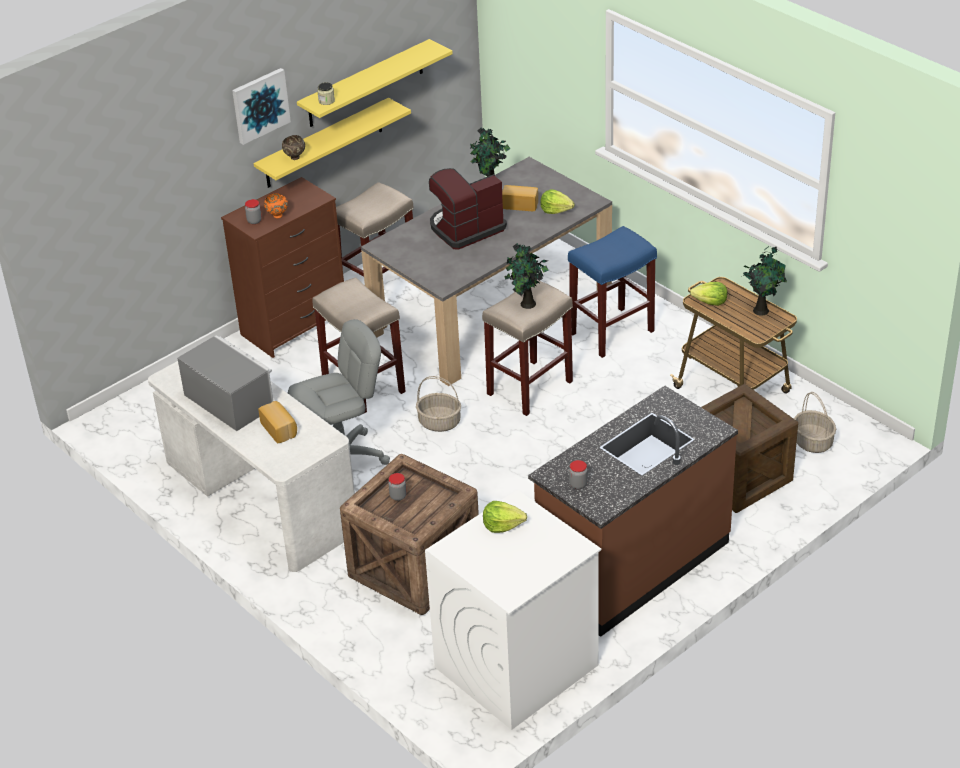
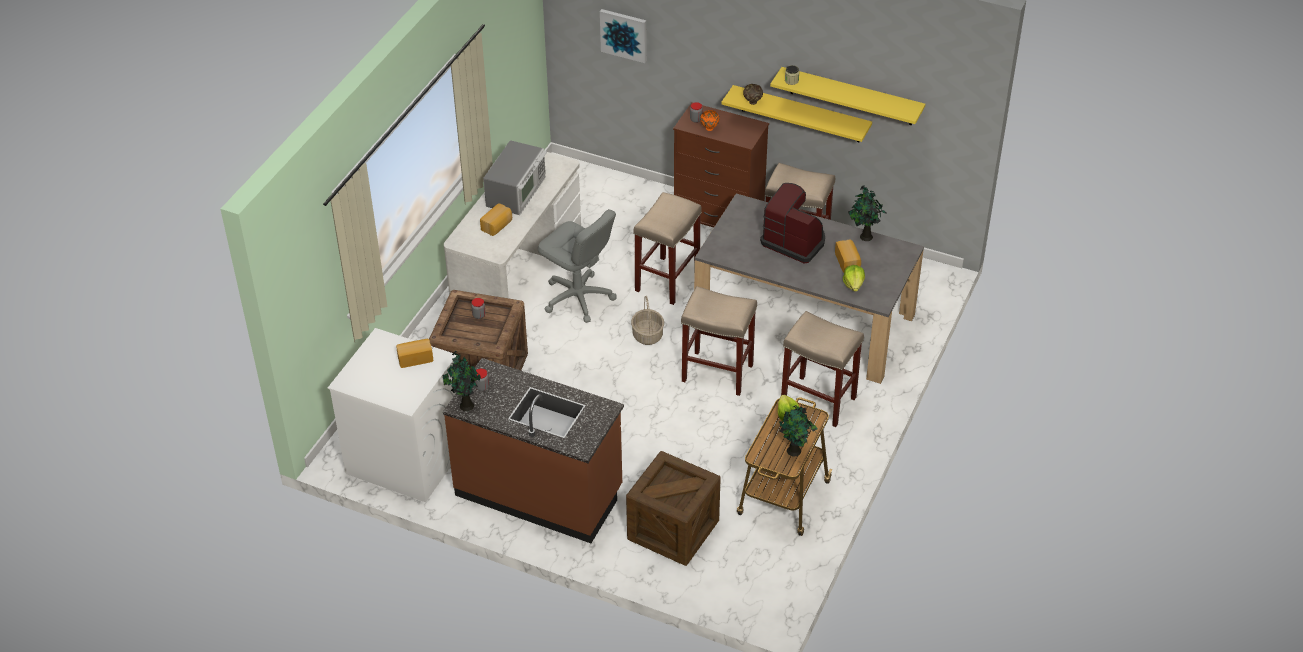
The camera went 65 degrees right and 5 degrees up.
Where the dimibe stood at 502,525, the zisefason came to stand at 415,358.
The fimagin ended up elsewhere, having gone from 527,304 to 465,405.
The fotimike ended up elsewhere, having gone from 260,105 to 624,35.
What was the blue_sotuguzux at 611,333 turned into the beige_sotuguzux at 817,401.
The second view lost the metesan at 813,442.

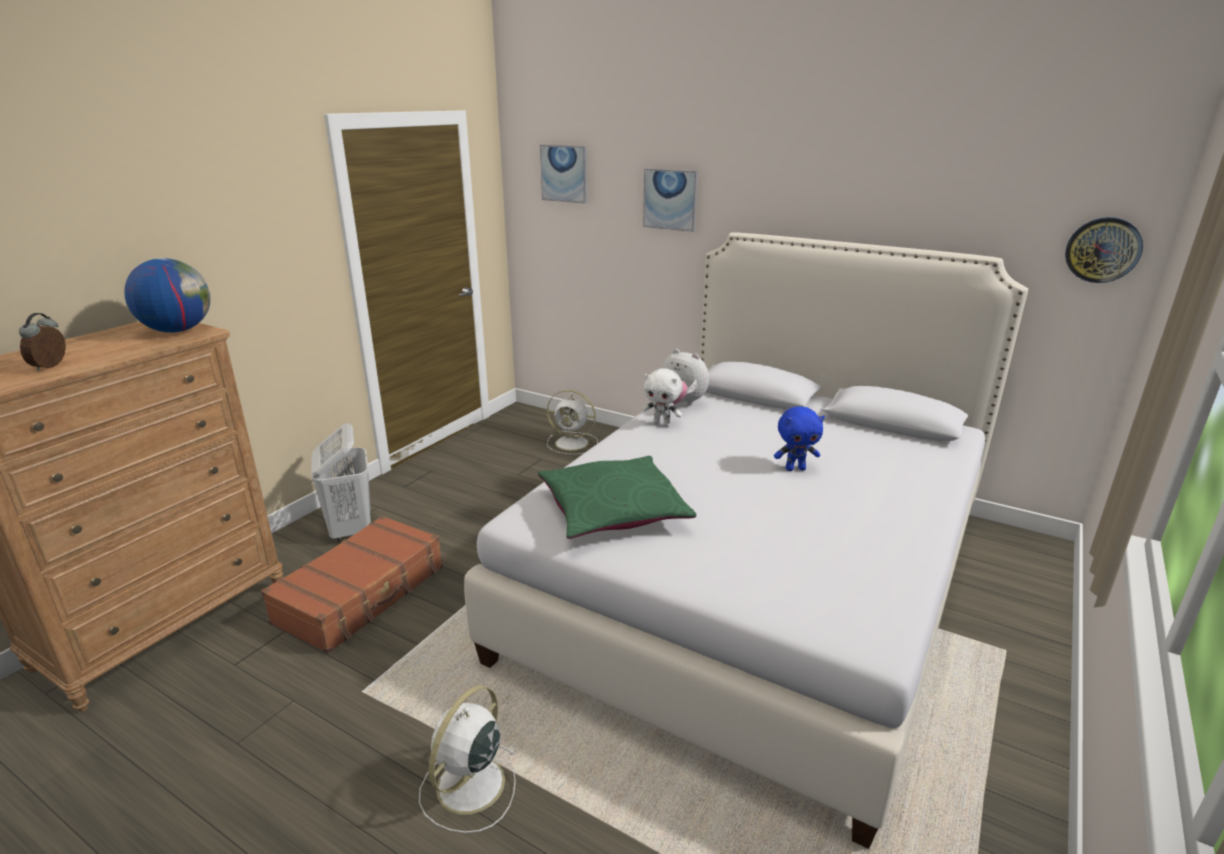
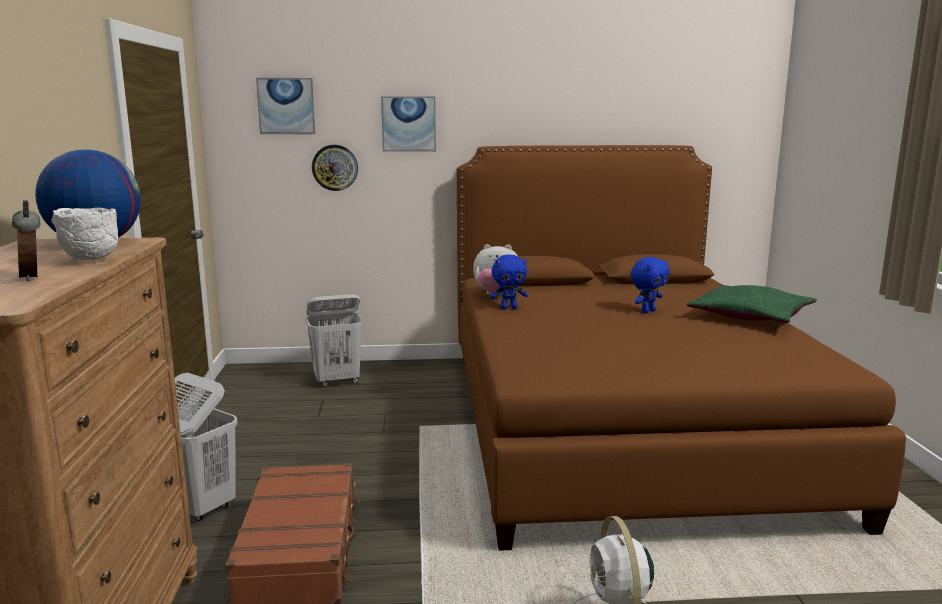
The camera went 35 degrees left and 10 degrees down.
The second view gained the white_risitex at 90,260.
Where the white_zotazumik stood at 573,443, the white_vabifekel came to stand at 337,381.
The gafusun ended up elsewhere, having gone from 1103,250 to 335,167.
What was the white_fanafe at 755,581 turned into the brown_fanafe at 619,427.
What was the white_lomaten at 662,424 turned into the blue_lomaten at 509,308.
The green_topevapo ended up elsewhere, having gone from 613,510 to 751,316.

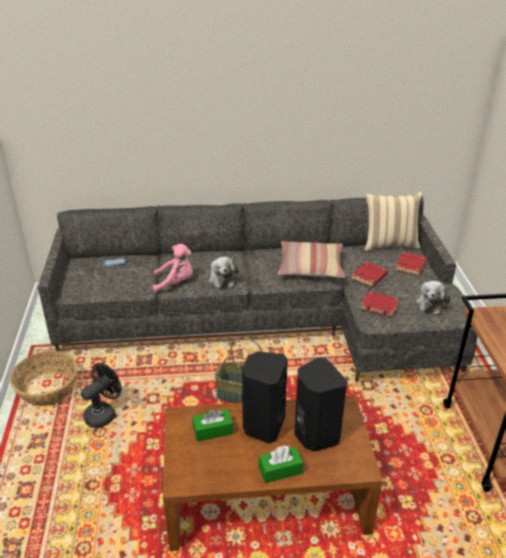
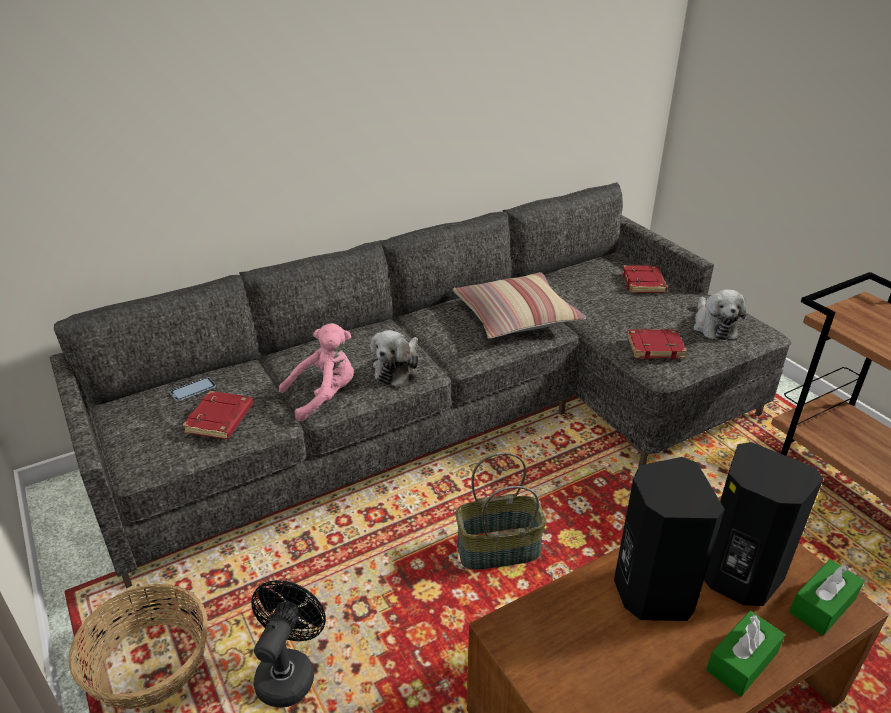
The camera went 25 degrees left and 0 degrees up.
The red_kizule ended up elsewhere, having gone from 369,277 to 220,420.
The lomaten at 222,279 ended up facing another way, 60 degrees clockwise from before.
The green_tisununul ended up elsewhere, having gone from 213,430 to 822,605.
The second view lost the beige_topevapo at 389,244.

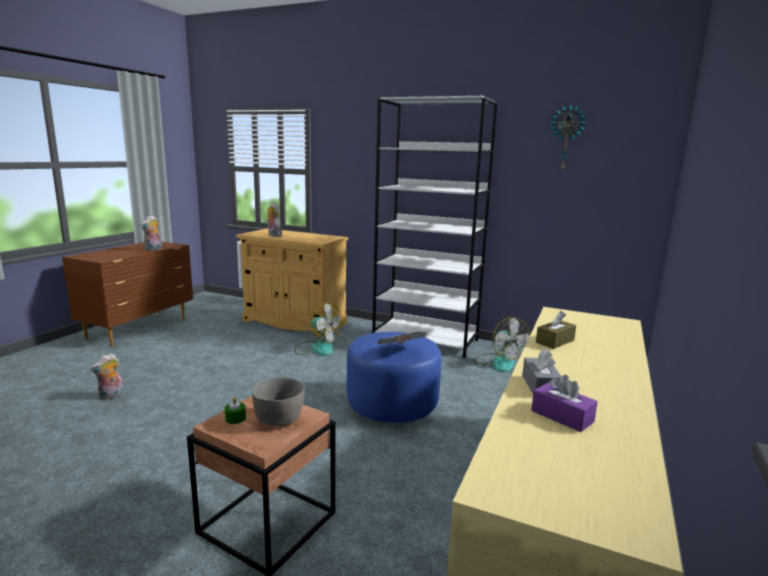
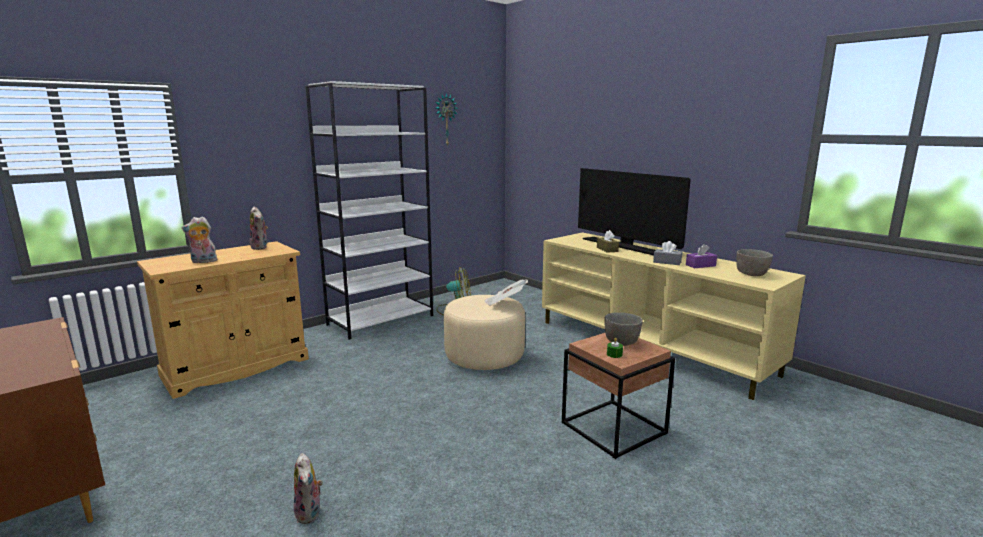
The camera went 65 degrees left and 0 degrees up.
The lomaten ended up elsewhere, having gone from 153,250 to 260,247.
What was the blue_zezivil at 392,404 turned into the beige_zezivil at 484,356.
The second view gained the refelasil at 627,247.
The second view gained the grey_risitex at 752,274.
The second view lost the zotazumik at 317,348.

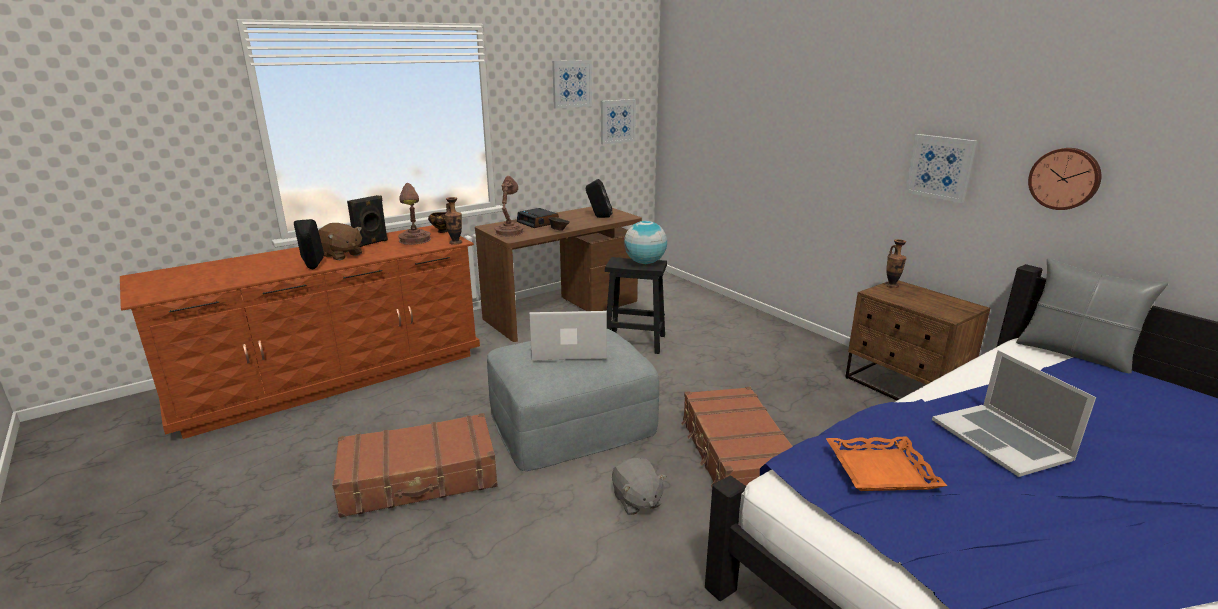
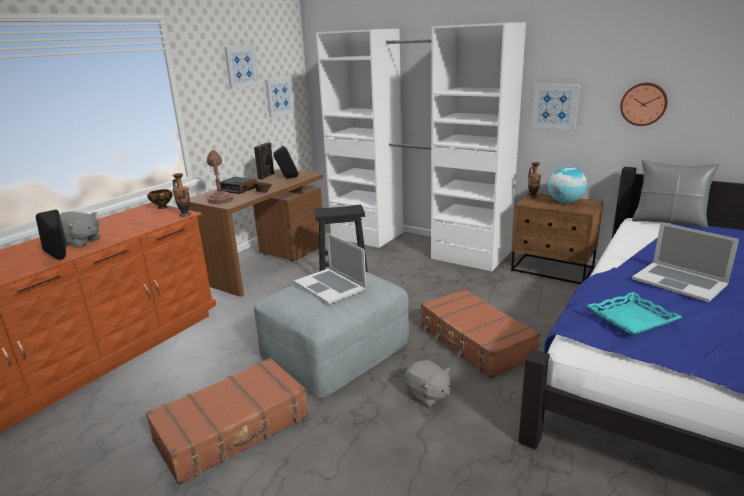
The camera went 20 degrees left and 0 degrees up.
What was the brown_lomaten at 342,255 turned into the grey_lomaten at 79,242.
The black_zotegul ended up elsewhere, having gone from 371,243 to 267,176.
The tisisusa at 569,348 ended up facing another way, 105 degrees counterclockwise from before.
The second view gained the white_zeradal at 417,244.
The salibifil ended up elsewhere, having gone from 645,262 to 565,202.
What was the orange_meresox at 881,471 turned into the turquoise_meresox at 632,318.
The second view lost the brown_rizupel at 415,240.

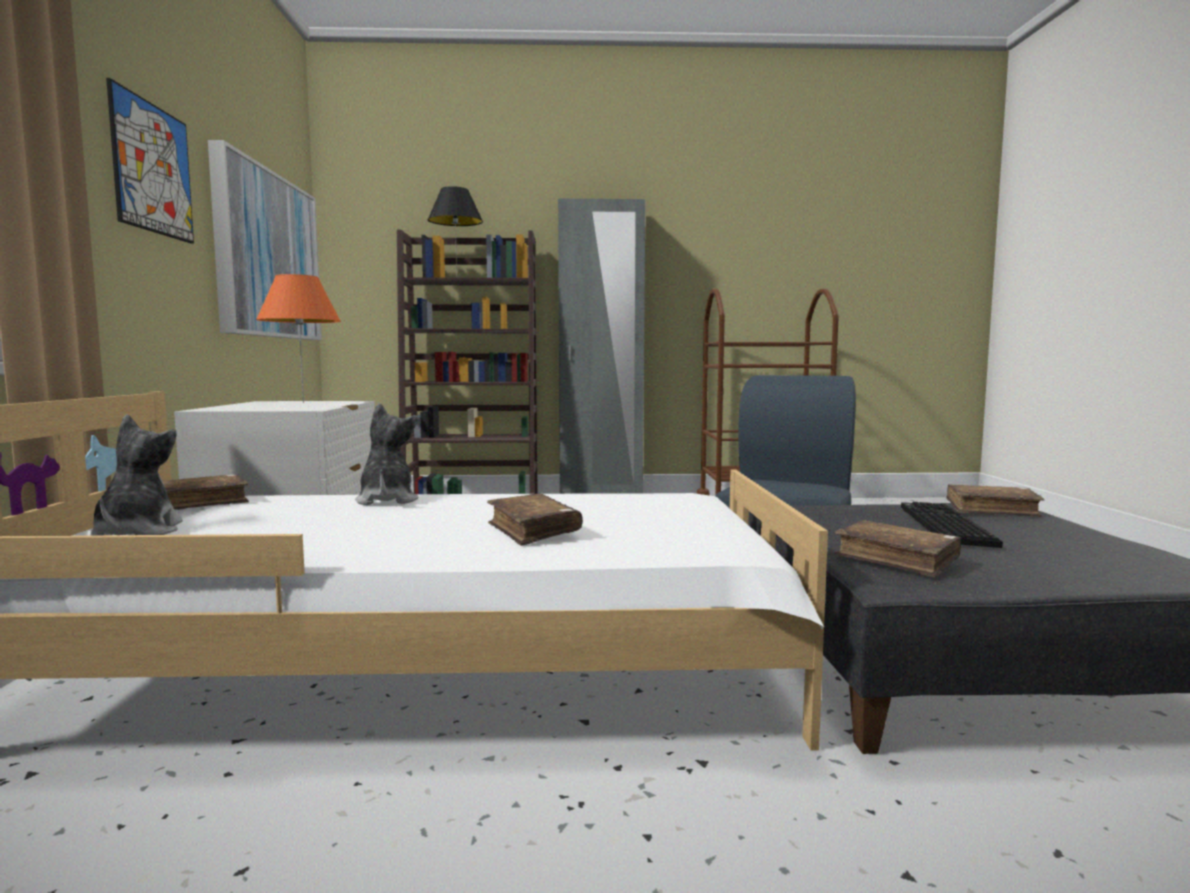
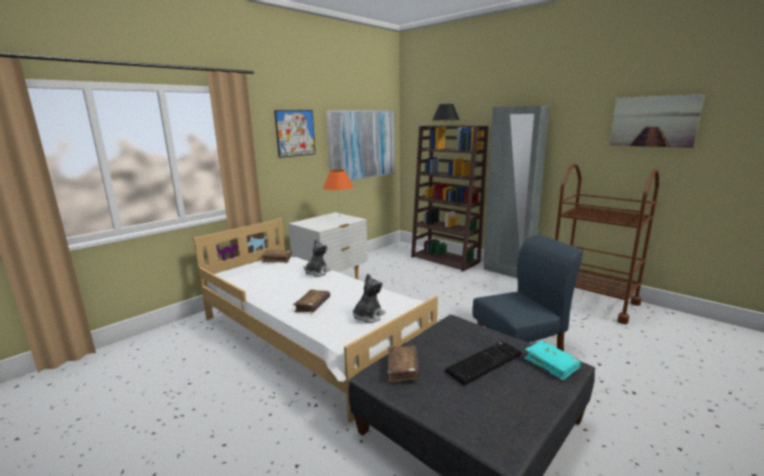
The camera went 45 degrees right and 10 degrees up.
The lomaten ended up elsewhere, having gone from 136,533 to 368,316.
What was the brown_kizule at 991,510 turned into the turquoise_kizule at 551,364.
The second view gained the fotimike at 653,121.

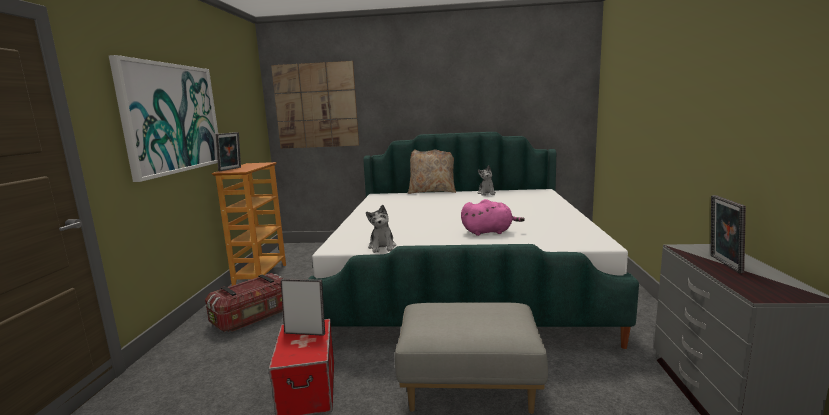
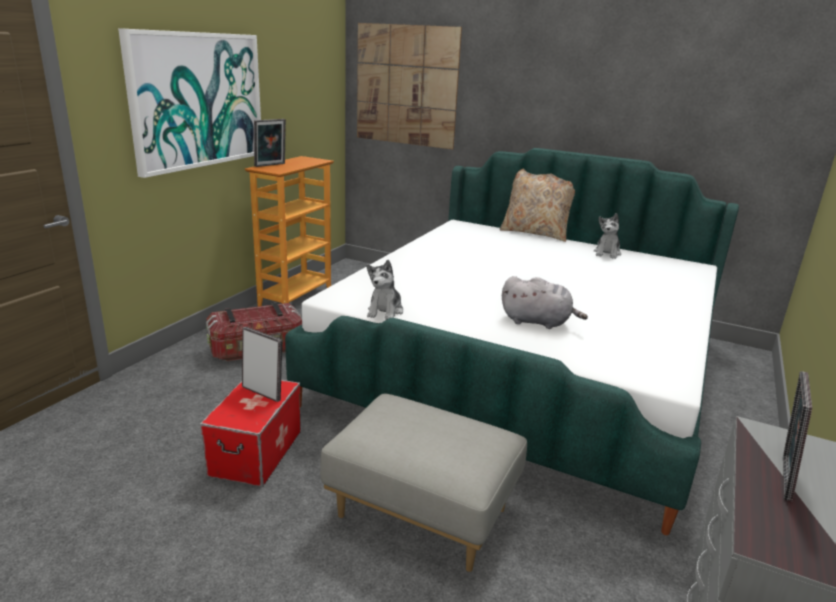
The camera went 20 degrees right and 10 degrees up.
What was the pink_lomaten at 489,232 turned into the grey_lomaten at 538,322.

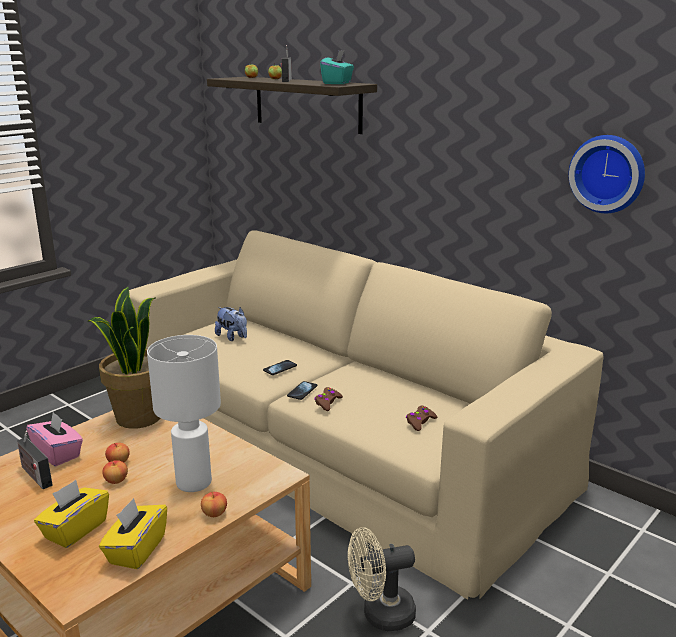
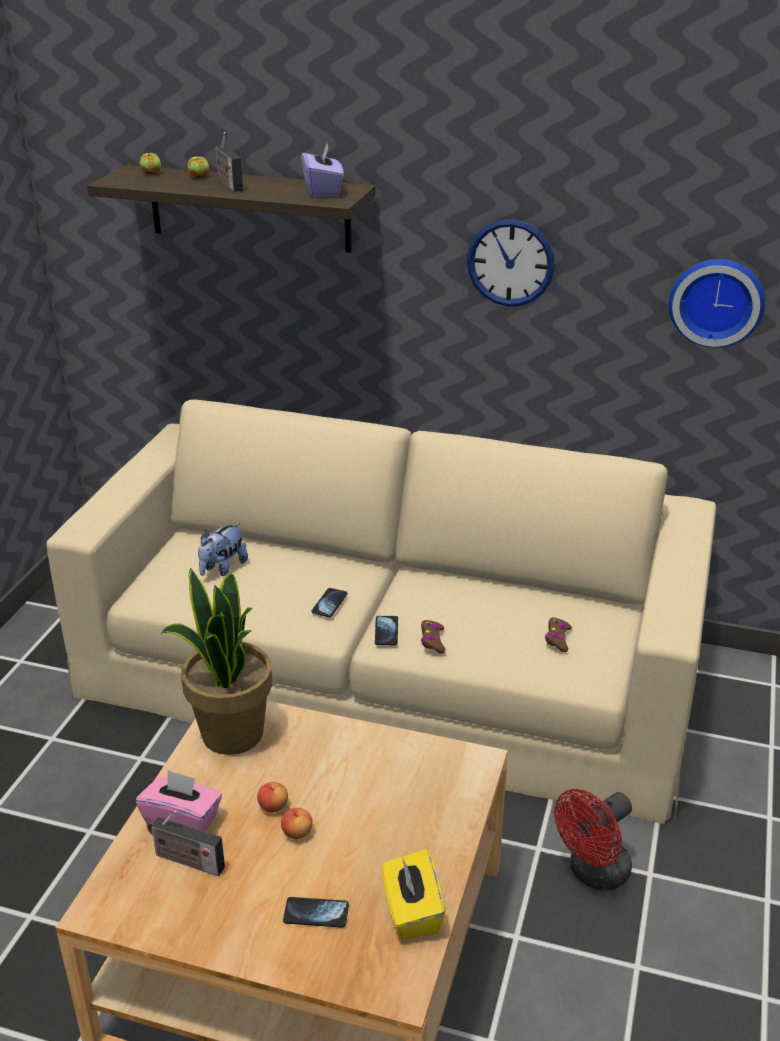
The camera went 25 degrees left and 10 degrees up.
The lomaten at 233,337 ended up facing another way, 105 degrees clockwise from before.
Where the yellow_tisununul stood at 75,530, the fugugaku came to stand at 316,913.
What was the turquoise_tisununul at 337,83 turned into the purple_tisununul at 323,190.
The second view gained the gafusun at 510,263.
What was the beige_zotazumik at 380,615 turned into the red_zotazumik at 593,874.
The second view lost the white_rizupel at 195,482.
The second view lost the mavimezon at 214,513.

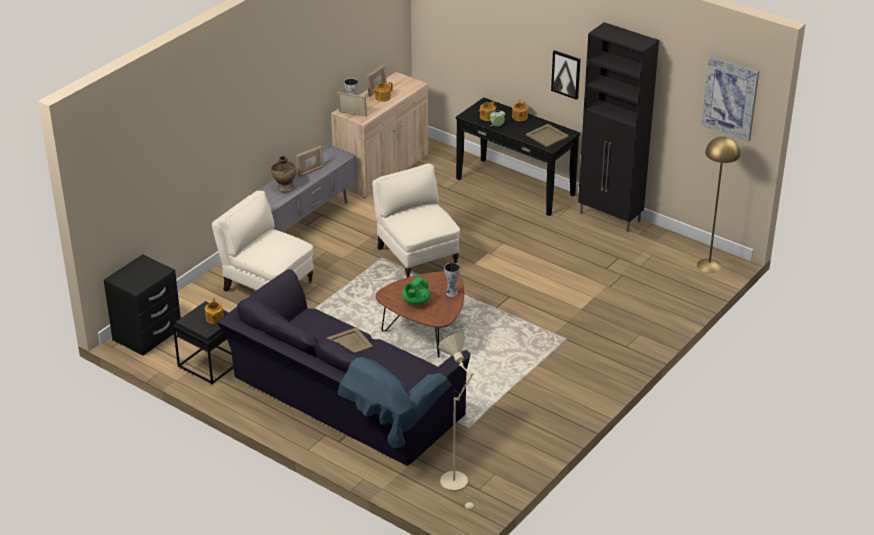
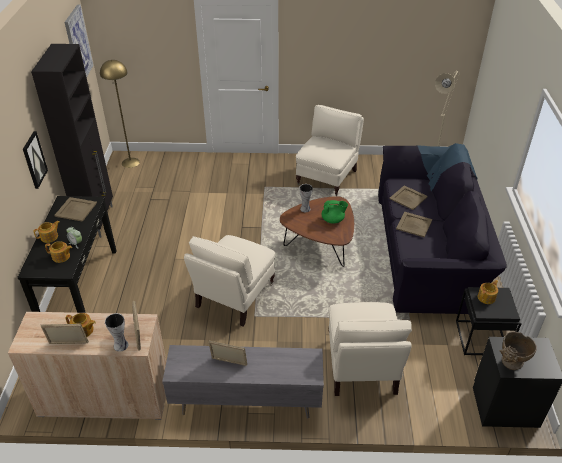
The camera went 125 degrees left and 5 degrees up.
The second view gained the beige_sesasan at 327,177.
The second view gained the beige_meresox at 408,198.
The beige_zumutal ended up elsewhere, having gone from 284,186 to 511,364.

